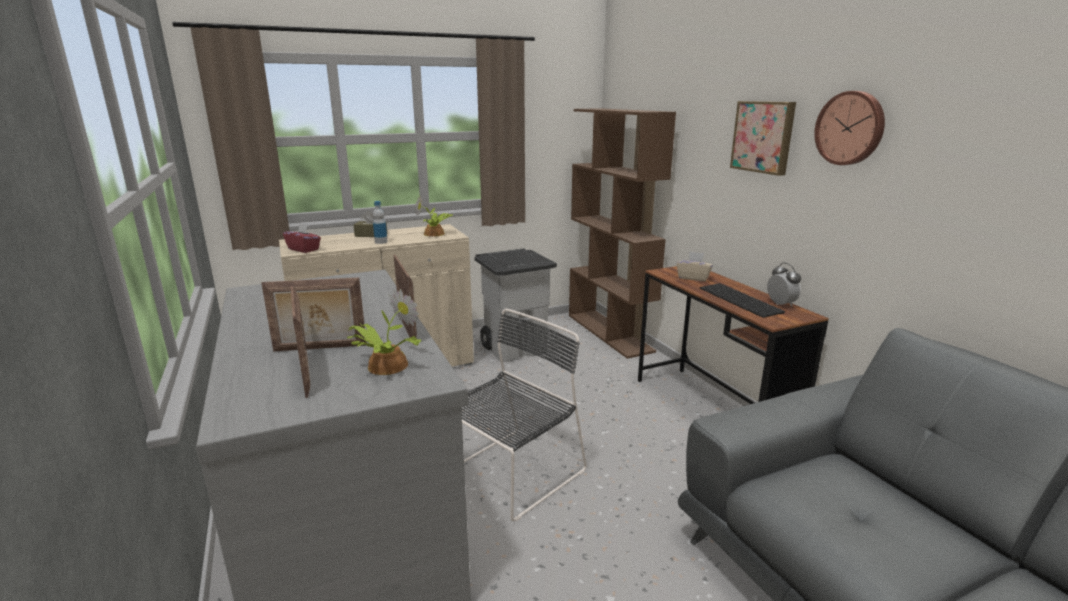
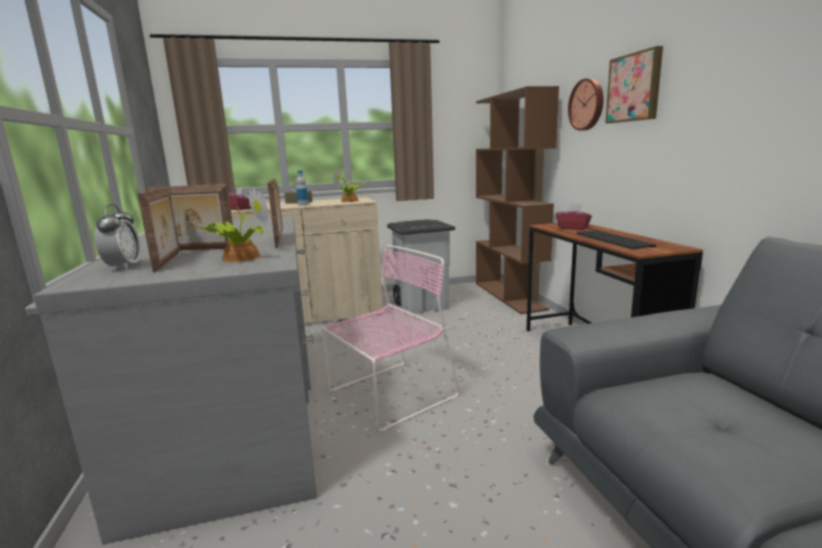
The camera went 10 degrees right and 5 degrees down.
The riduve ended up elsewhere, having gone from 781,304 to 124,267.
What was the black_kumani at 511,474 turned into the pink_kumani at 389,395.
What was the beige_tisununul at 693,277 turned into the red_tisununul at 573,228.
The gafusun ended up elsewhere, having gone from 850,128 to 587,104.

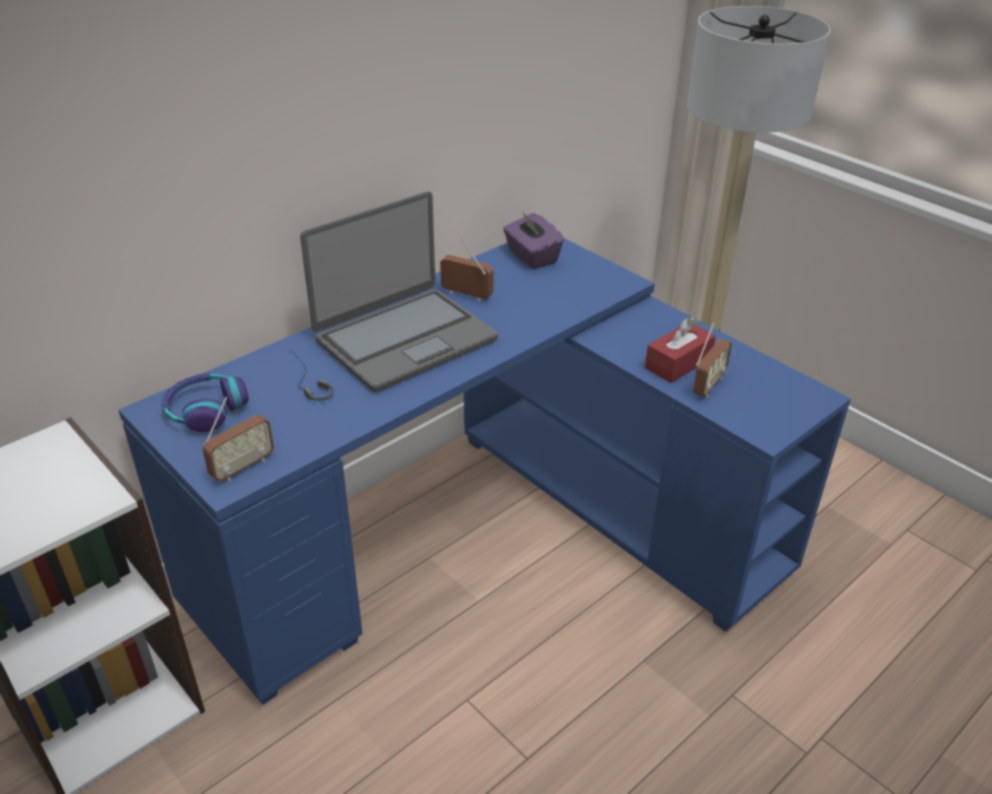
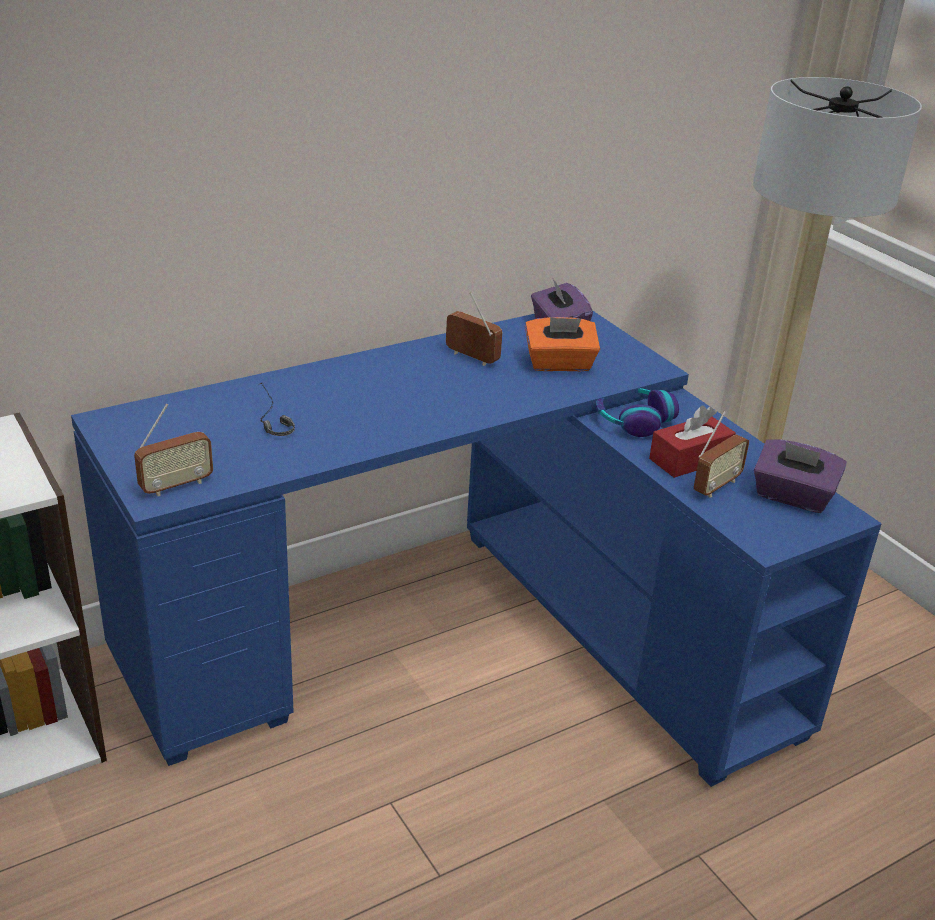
The camera went 10 degrees right and 5 degrees down.
The second view gained the orange_tisununul at 559,364.
The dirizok ended up elsewhere, having gone from 205,410 to 632,419.
The second view gained the purple_tisununul at 792,497.
The second view lost the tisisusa at 404,339.

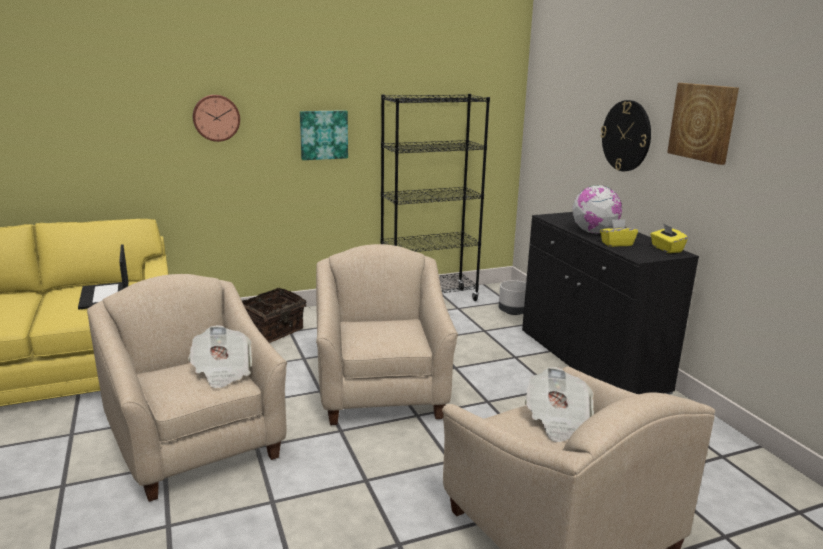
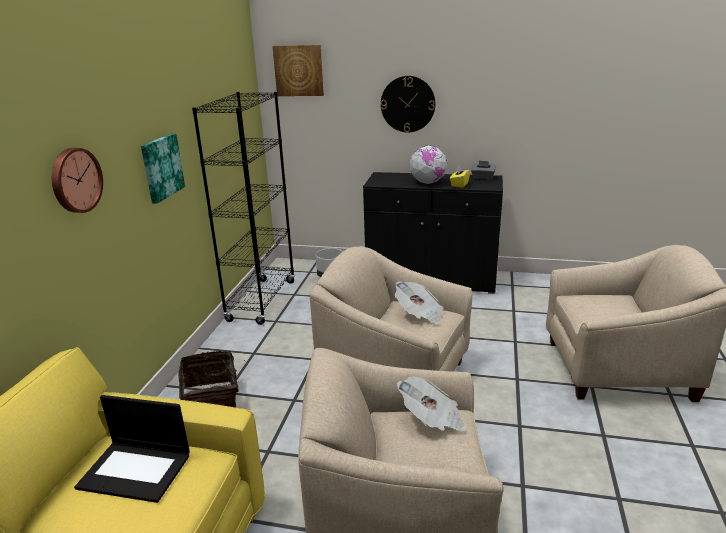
The camera went 55 degrees left and 5 degrees up.
The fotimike ended up elsewhere, having gone from 703,122 to 299,70.
The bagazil ended up elsewhere, having gone from 558,421 to 419,314.
What was the yellow_tisununul at 666,249 turned into the grey_tisununul at 483,178.

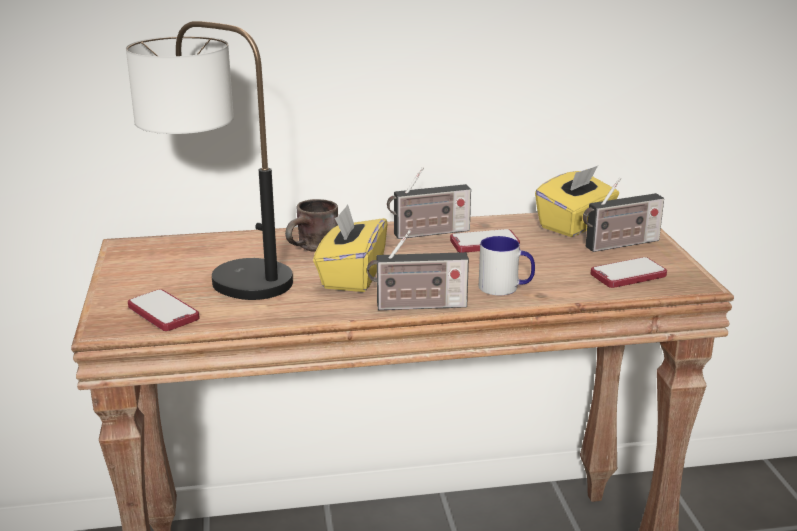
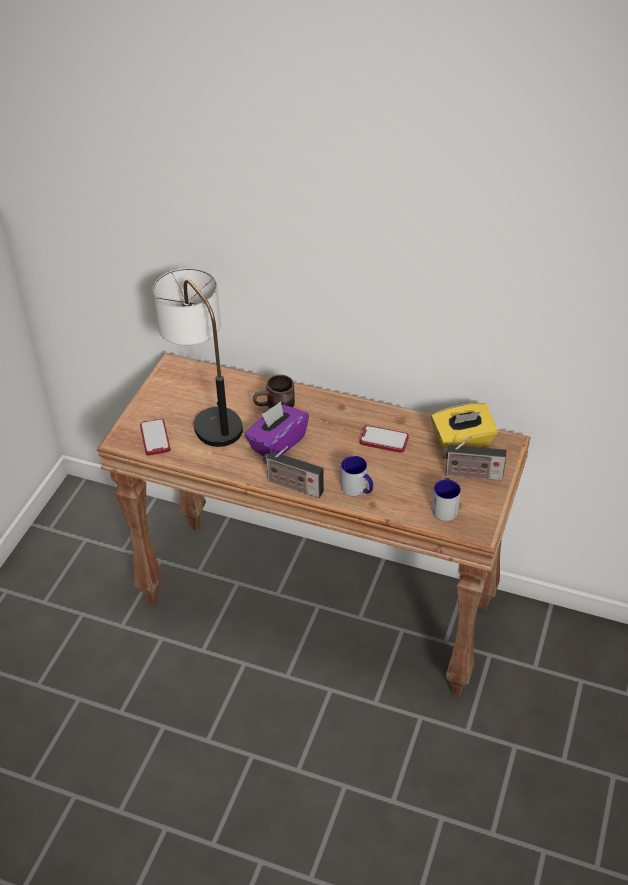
The camera went 30 degrees right and 20 degrees up.
What was the yellow_tisununul at 351,276 turned into the purple_tisununul at 277,443.
Where the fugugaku stood at 628,275, the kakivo came to stand at 445,506.
The second view lost the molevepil at 428,233.

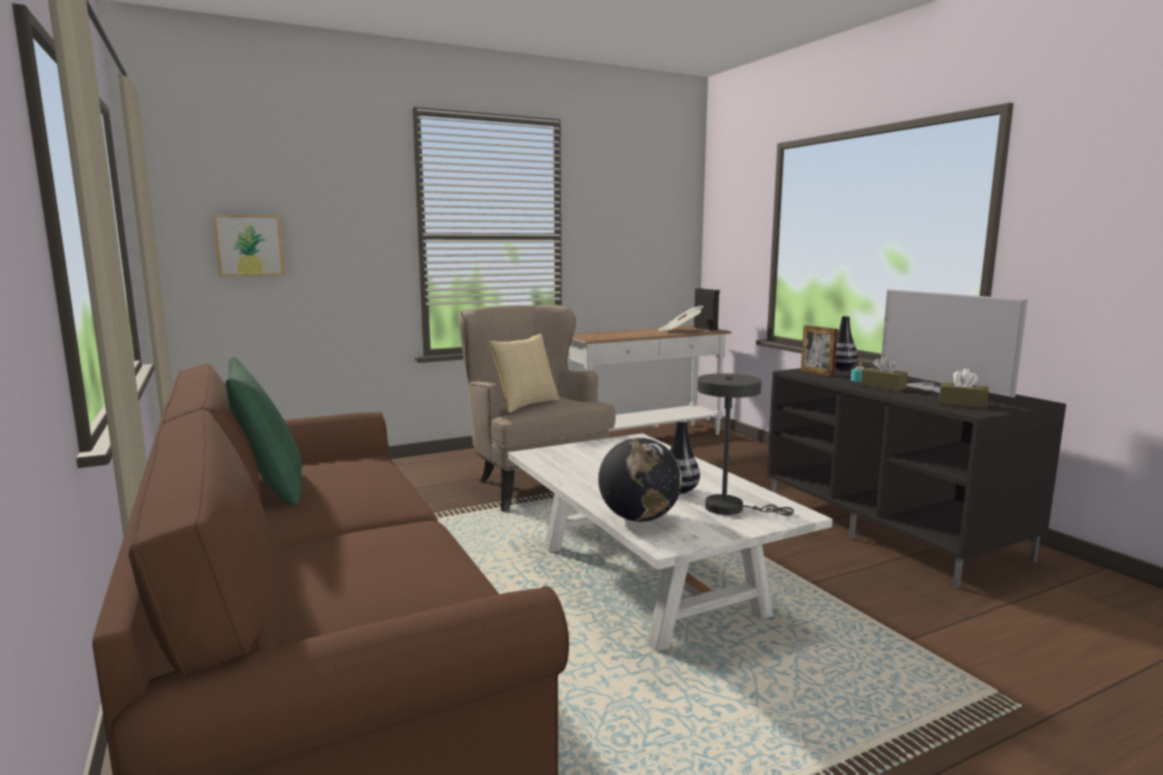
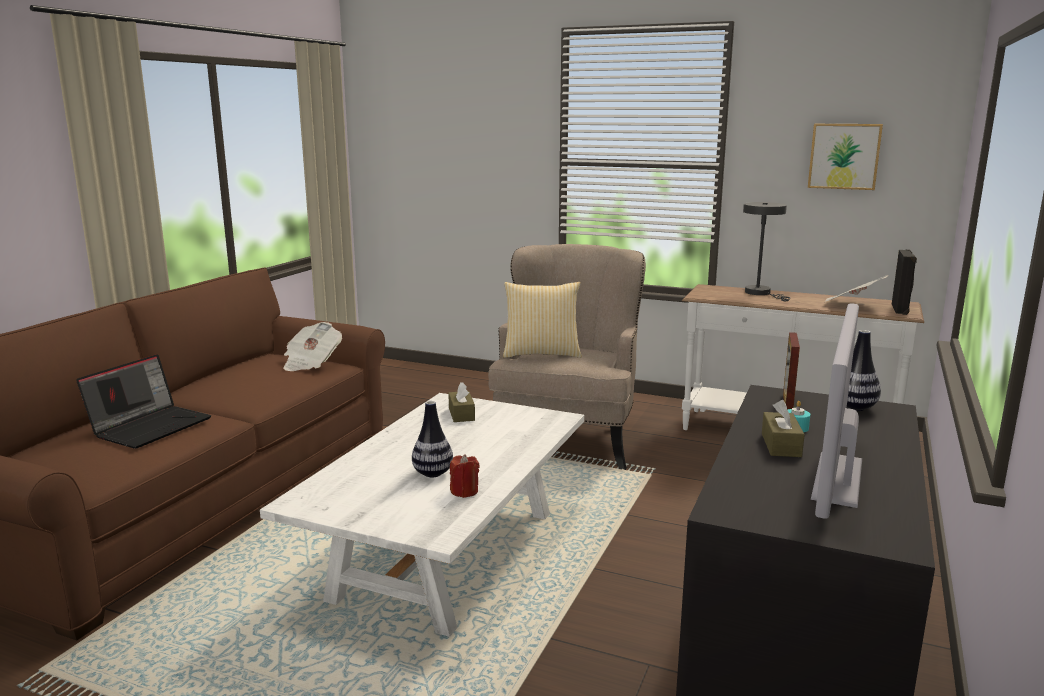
The camera went 50 degrees right and 5 degrees up.
The second view gained the tisisusa at 151,426.
The second view gained the bagazil at 311,363.
The brown_tisununul ended up elsewhere, having gone from 962,404 to 461,414.
The second view gained the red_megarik at 464,491.
The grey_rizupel ended up elsewhere, having gone from 731,508 to 761,293.
The fotimike ended up elsewhere, having gone from 249,245 to 844,156.
The second view lost the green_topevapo at 270,487.
The second view lost the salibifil at 639,518.

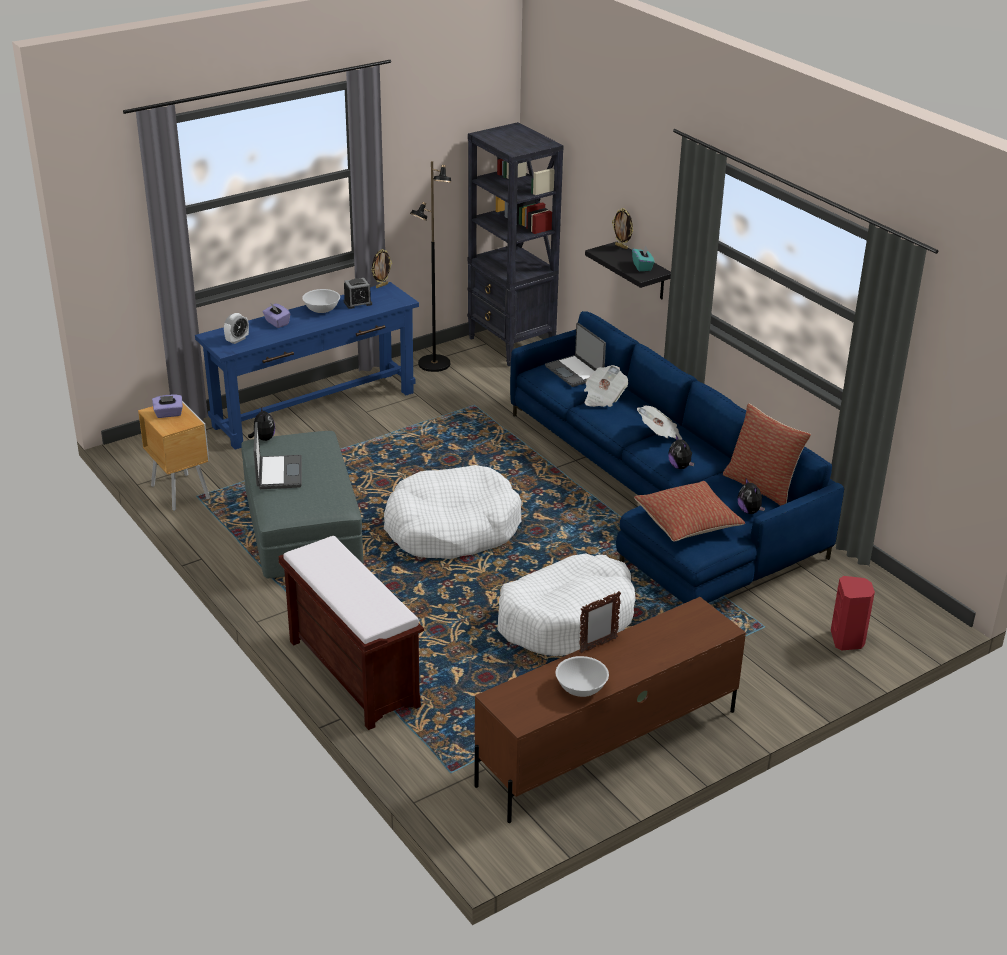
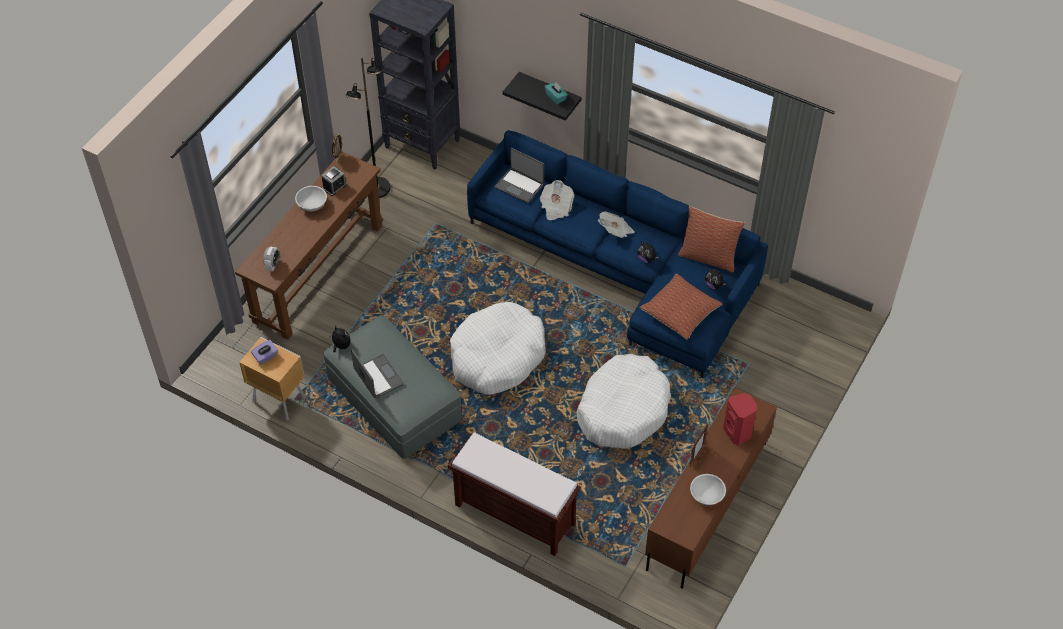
The camera went 25 degrees left and 20 degrees up.
What was the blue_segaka at 314,409 turned into the brown_segaka at 318,273.
The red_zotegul ended up elsewhere, having gone from 848,640 to 738,432.
The second view lost the purple_tisununul at 277,323.
The second view lost the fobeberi at 621,246.

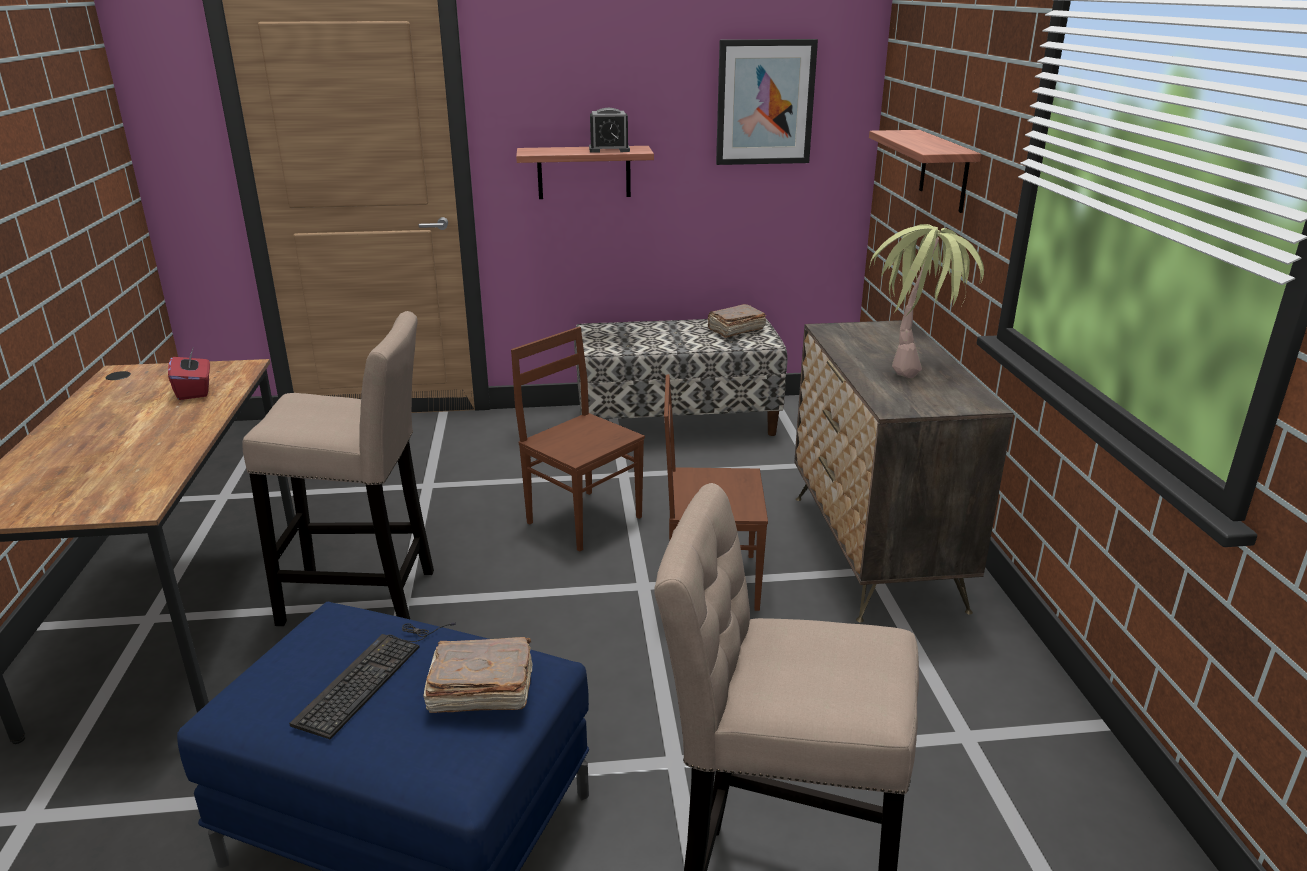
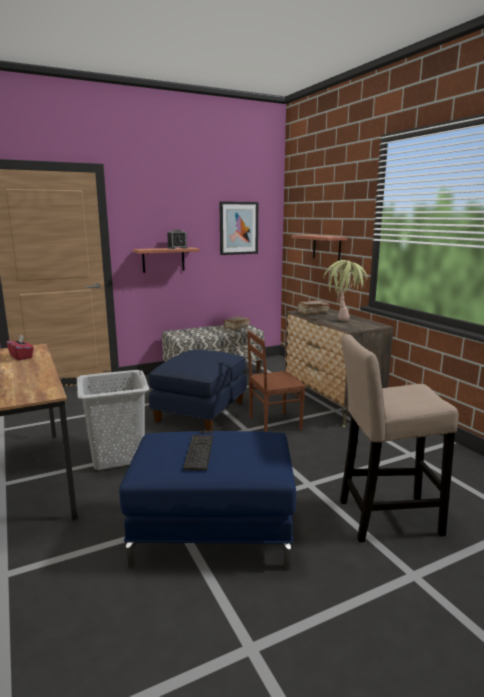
The camera went 20 degrees left and 10 degrees down.
Where the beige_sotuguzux stood at 367,599, the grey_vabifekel came to stand at 118,456.
Where the brown_kumani stood at 584,518, the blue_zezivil came to stand at 200,411.
The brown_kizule ended up elsewhere, having gone from 480,691 to 312,312.

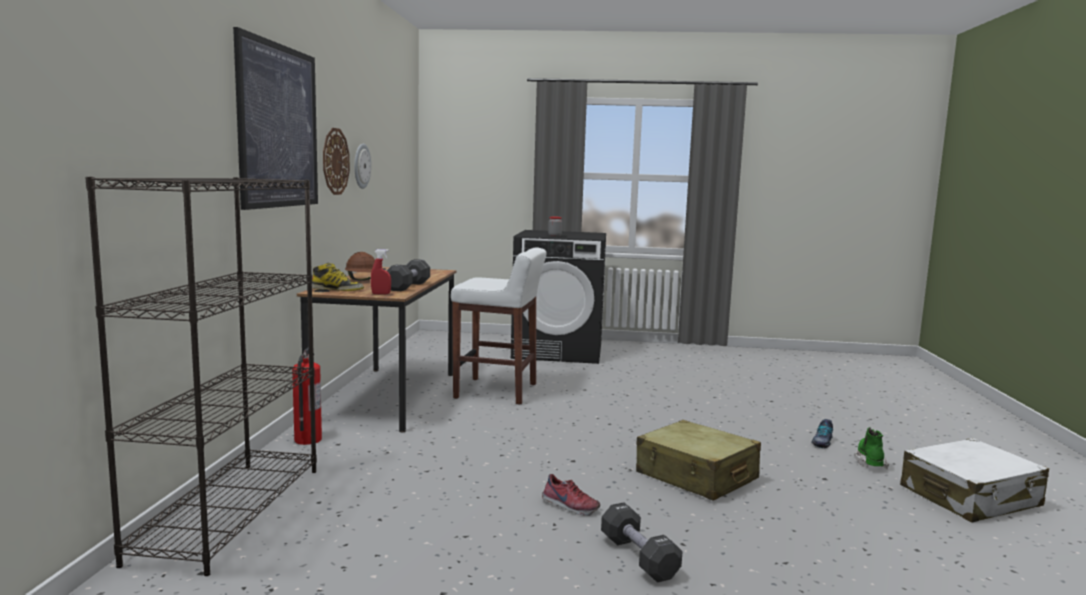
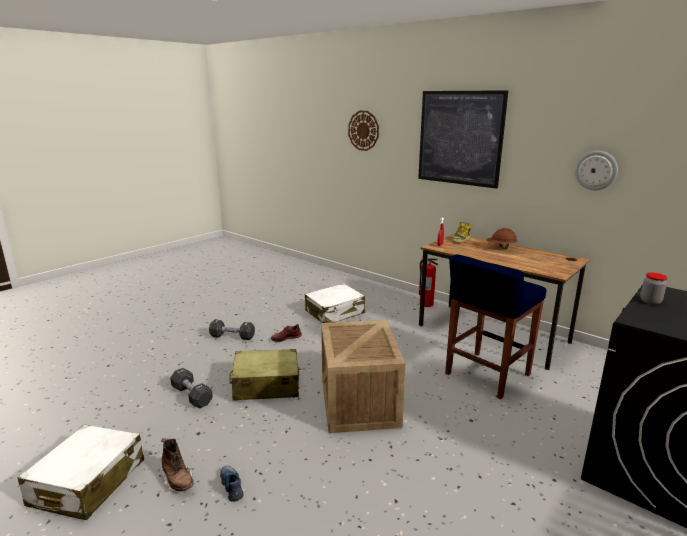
The camera went 125 degrees right and 10 degrees up.
What was the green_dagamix at 870,462 turned into the brown_dagamix at 178,480.
The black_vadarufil ended up elsewhere, having gone from 408,286 to 192,396.
The second view gained the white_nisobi at 335,312.
The second view gained the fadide at 360,403.
The gafusun ended up elsewhere, having gone from 335,161 to 363,130.
What was the white_sotuguzux at 497,391 turned into the blue_sotuguzux at 486,375.
The second view lost the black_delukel at 230,511.

